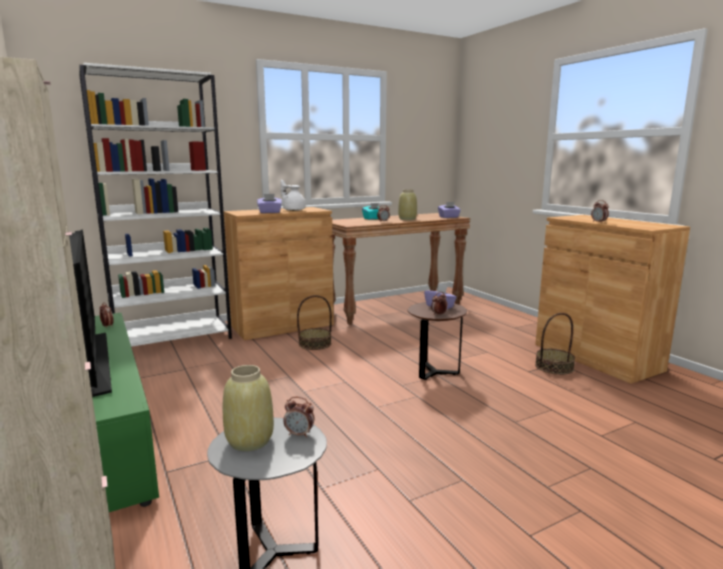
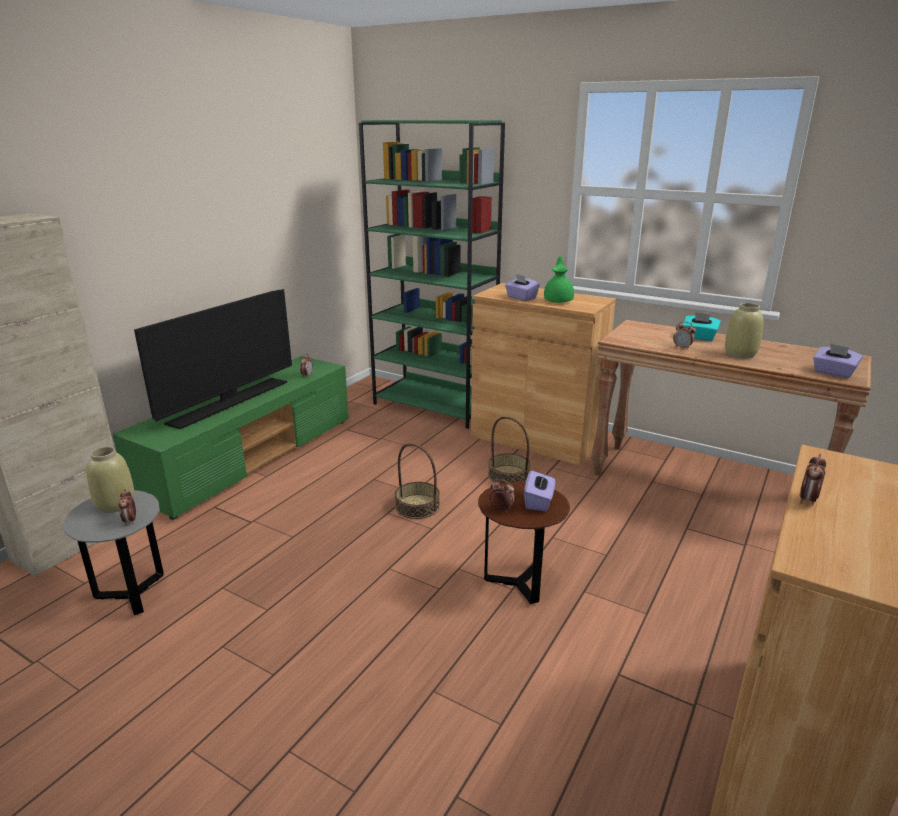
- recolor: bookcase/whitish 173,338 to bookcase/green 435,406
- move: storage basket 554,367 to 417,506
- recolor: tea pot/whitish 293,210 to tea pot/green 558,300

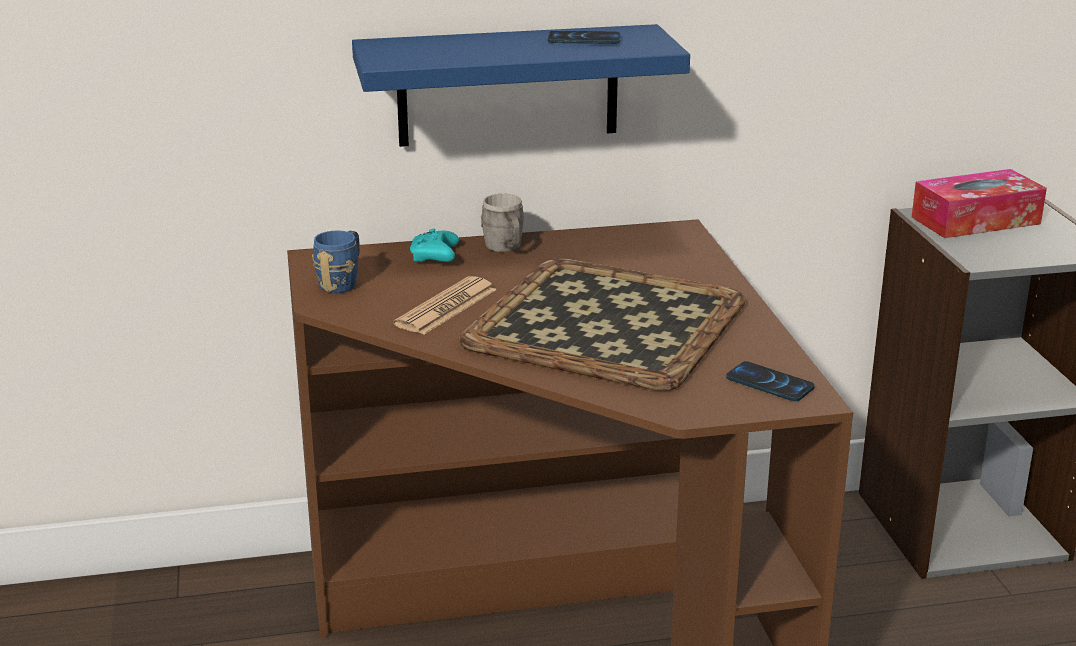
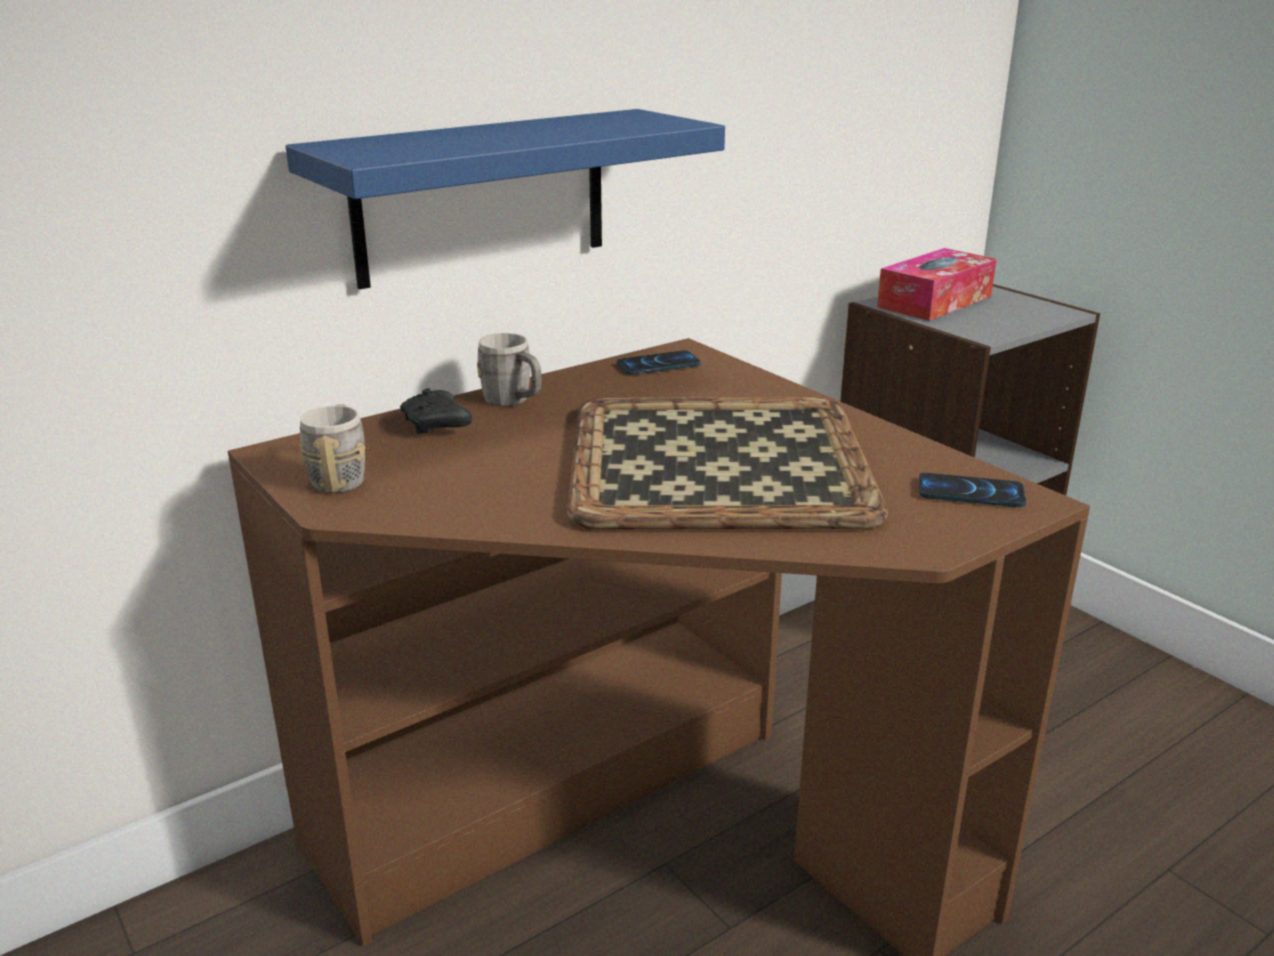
- recolor: coffee mug/blue-coloured 342,282 to coffee mug/greyish 340,476
- recolor: gamepad/turquoise-coloured 435,258 to gamepad/black 436,426
- move: handset 584,39 to 658,365
- delete: printed paper 446,307

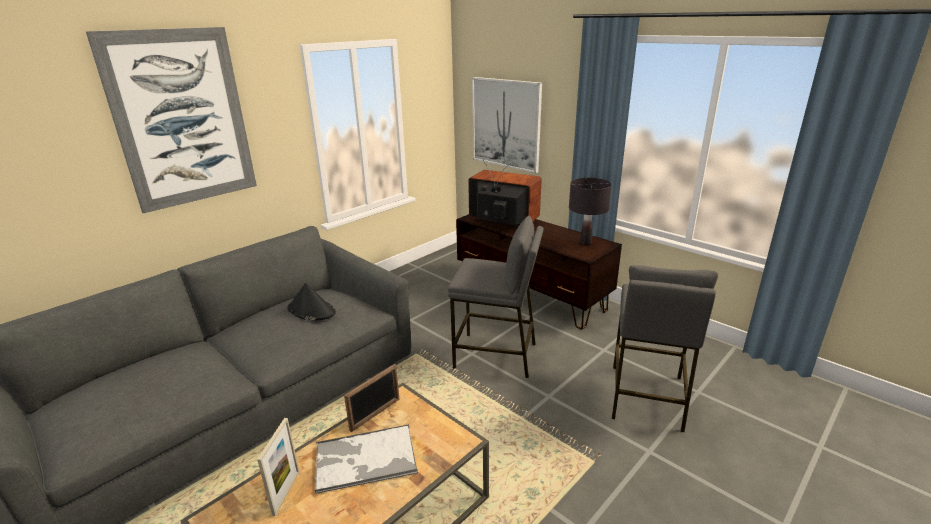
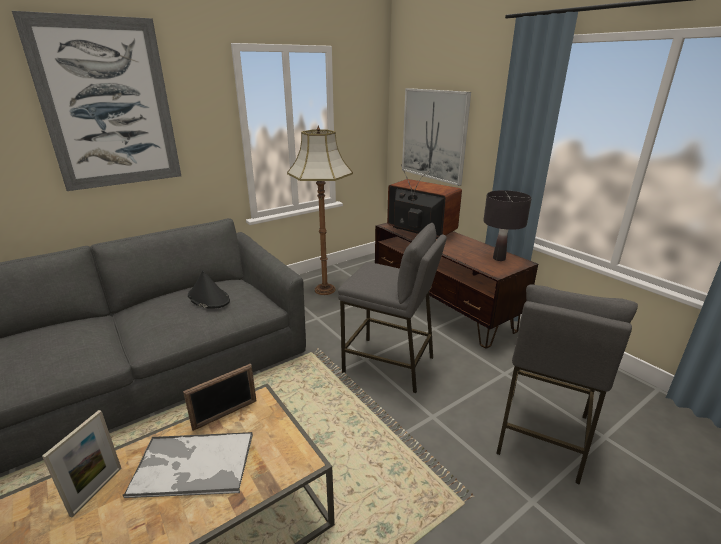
- insert: floor lamp 325,289

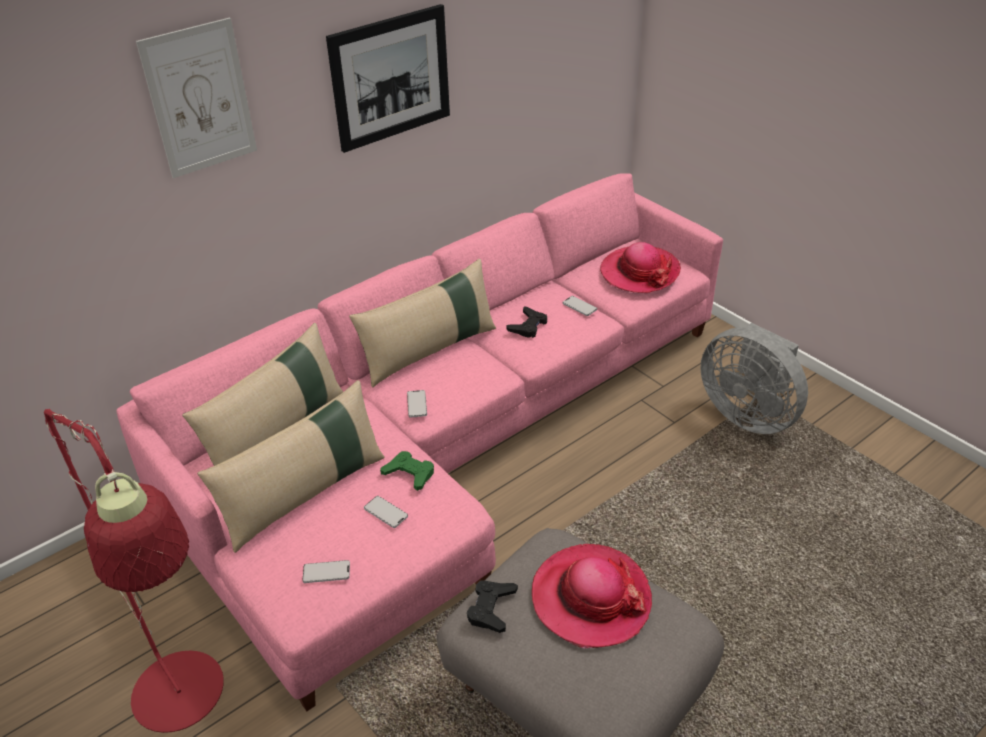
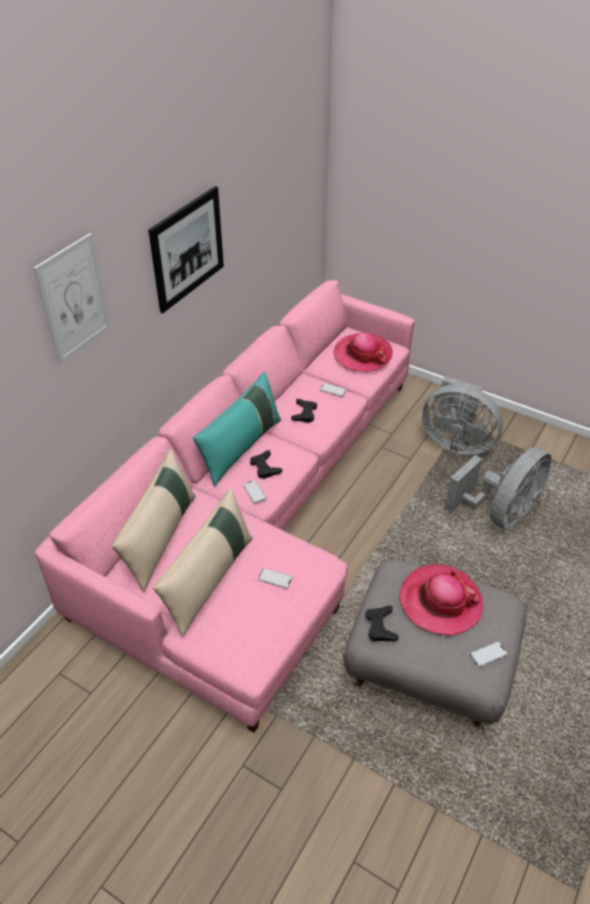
- recolor: throw pillow/beige 429,350 to throw pillow/turquoise-coloured 241,447
- insert: gamepad/black 265,467
- insert: cooling fan/greyish 500,513
- move: handset 326,572 to 488,654
- delete: floor lamp/red 189,707
- delete: gamepad/green 409,474

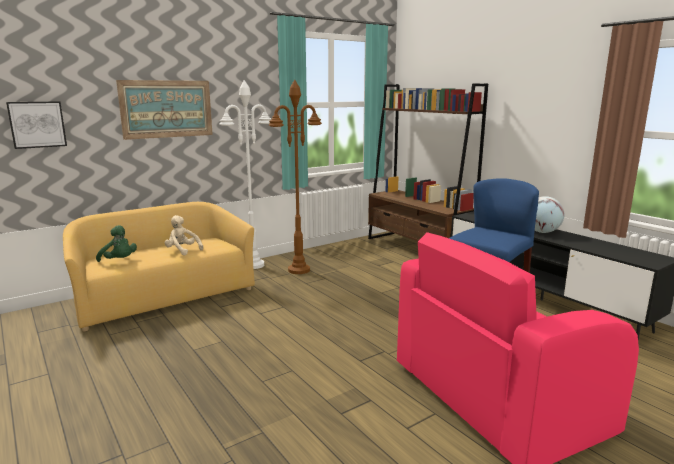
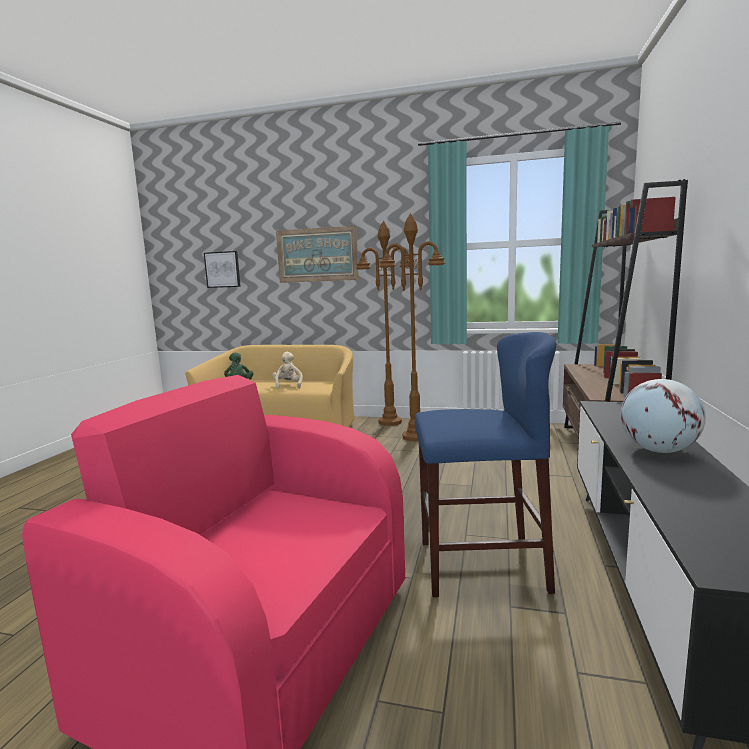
- recolor: floor lamp/whitish 253,265 to floor lamp/brown 390,422

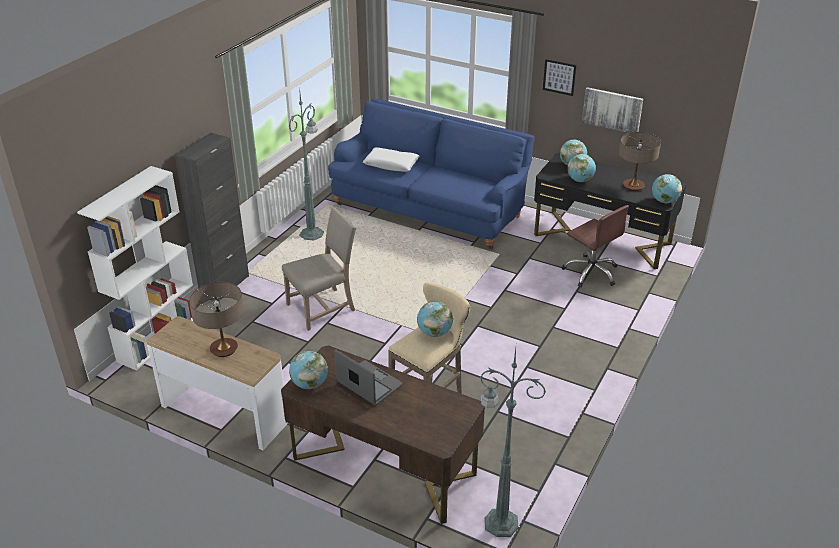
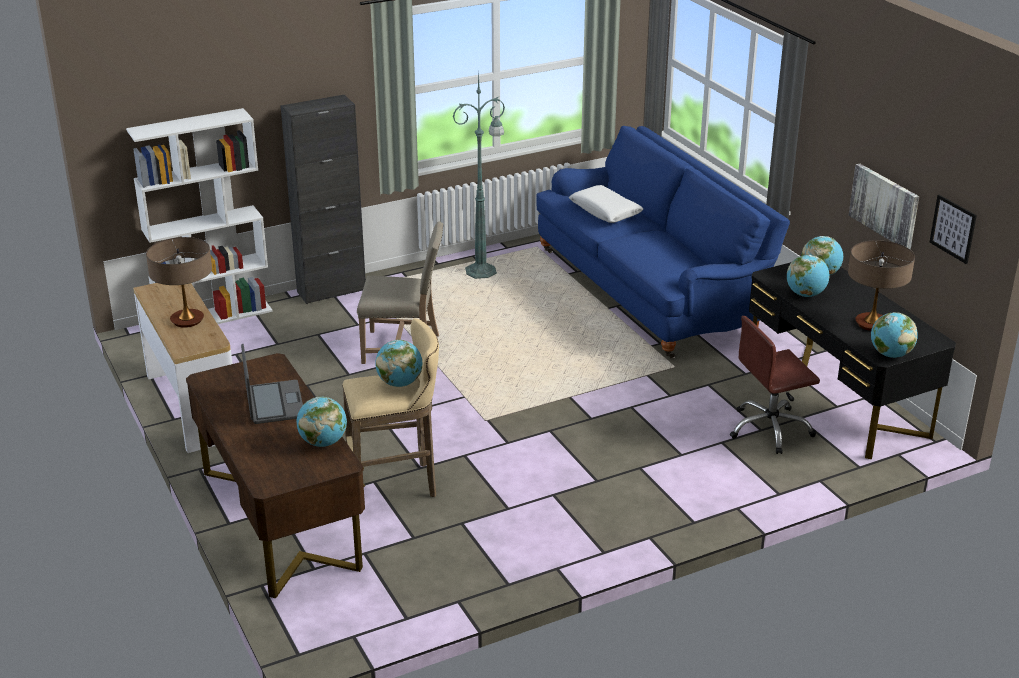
- move: globe 309,384 to 323,442
- rotate: desk chair/brown 591,272 = 770,429 75 degrees clockwise
- move: wall art 559,77 to 953,228
- delete: floor lamp/green 499,522

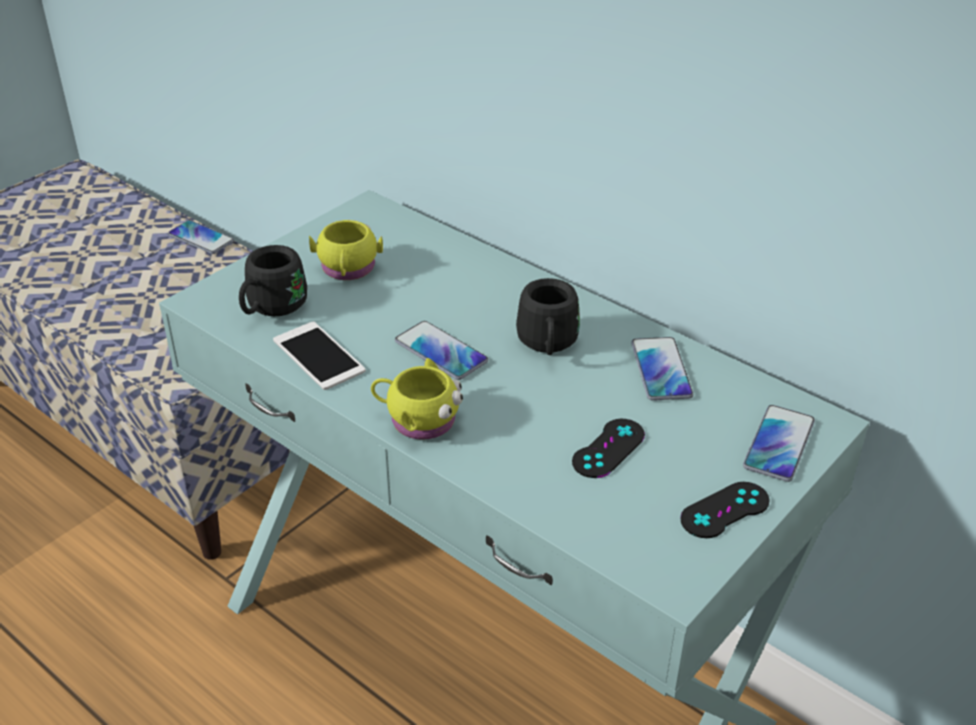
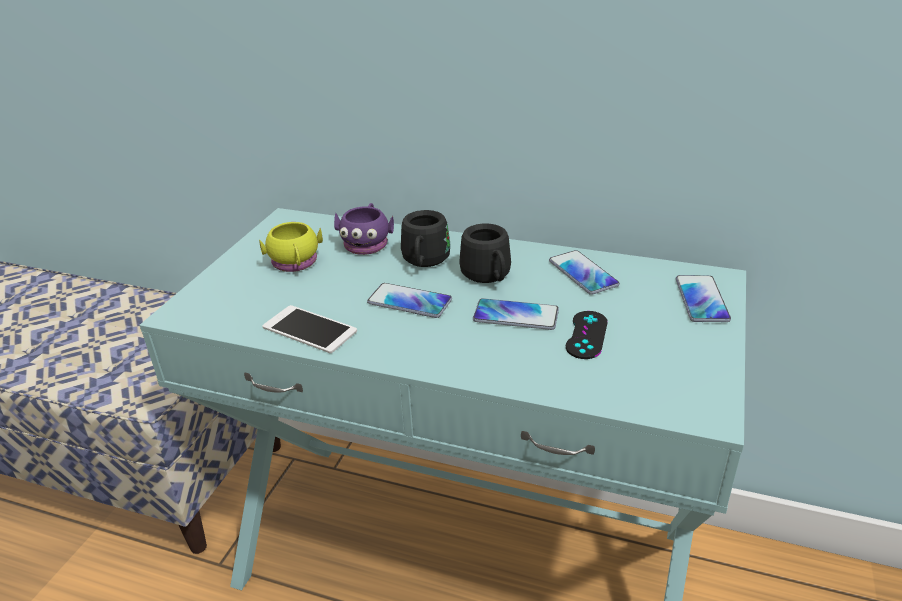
- insert: coffee mug/purplish 367,243
- move: coffee mug/black 271,308 to 424,262
- move: handset 201,238 to 516,315
- delete: coffee mug/yellow 417,420
- delete: gamepad/black 725,510

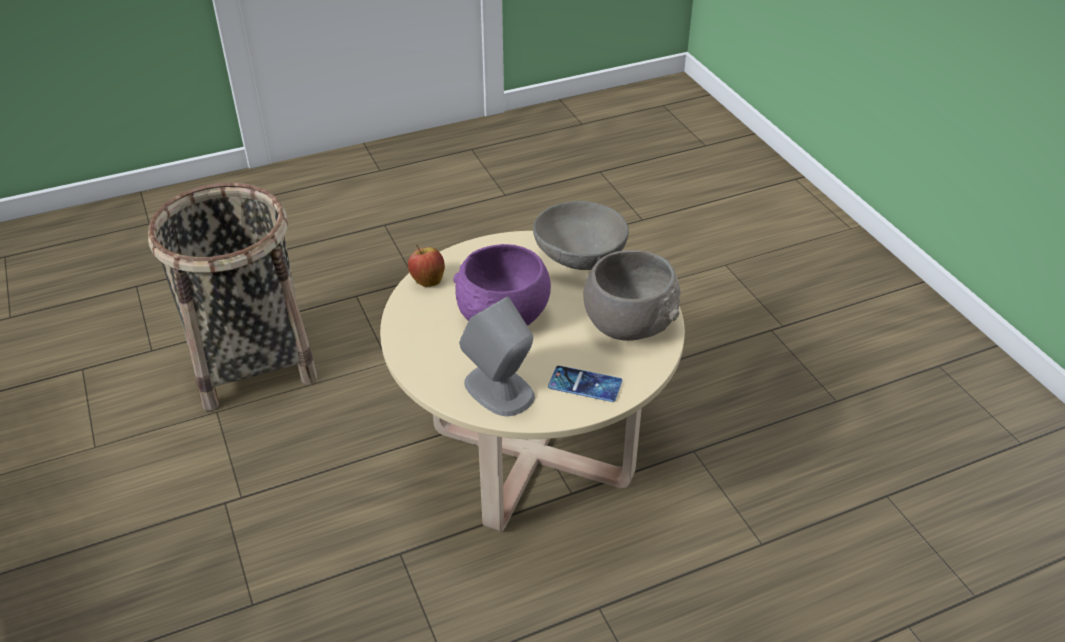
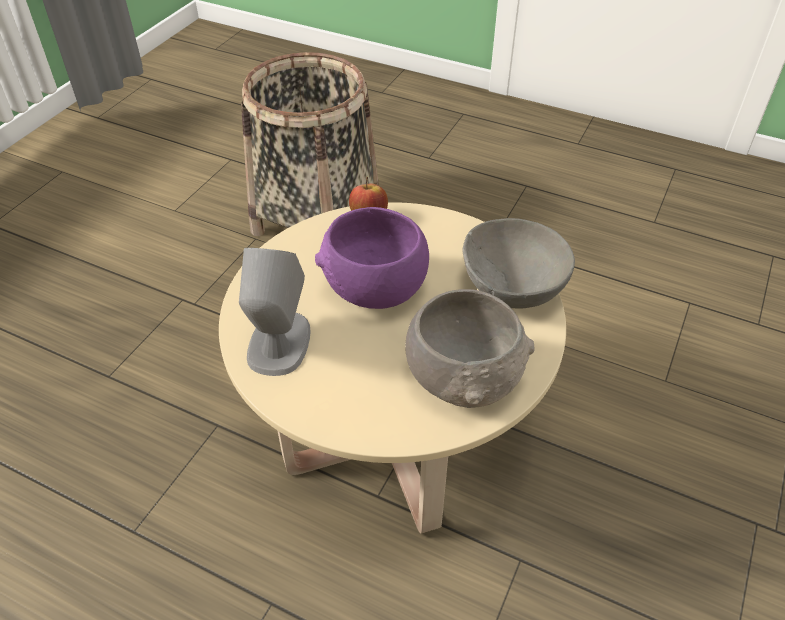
- delete: handset 585,384

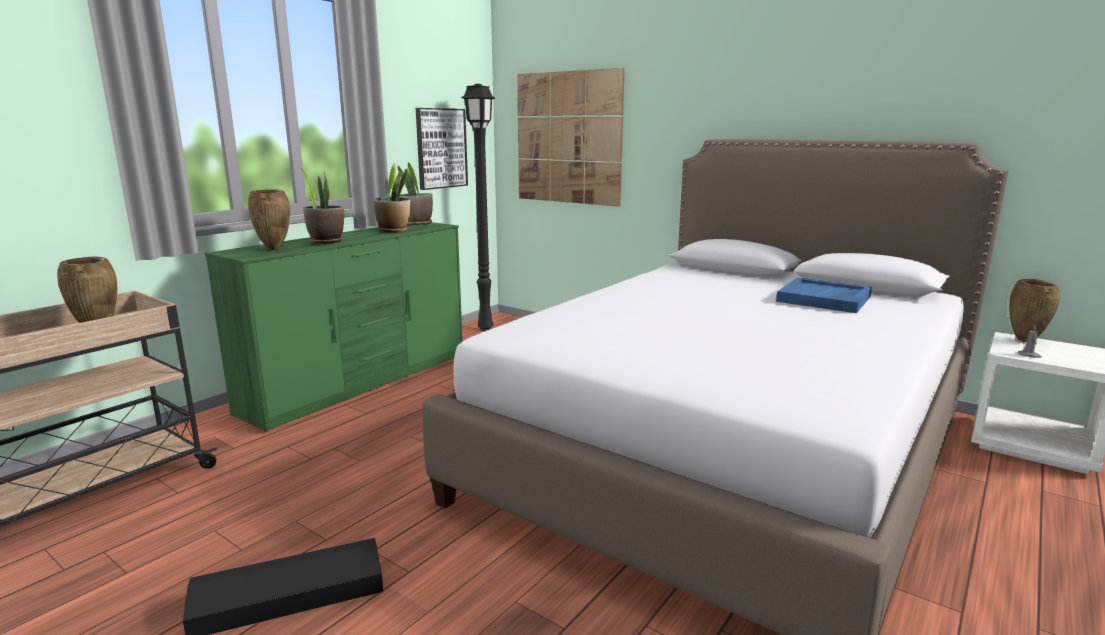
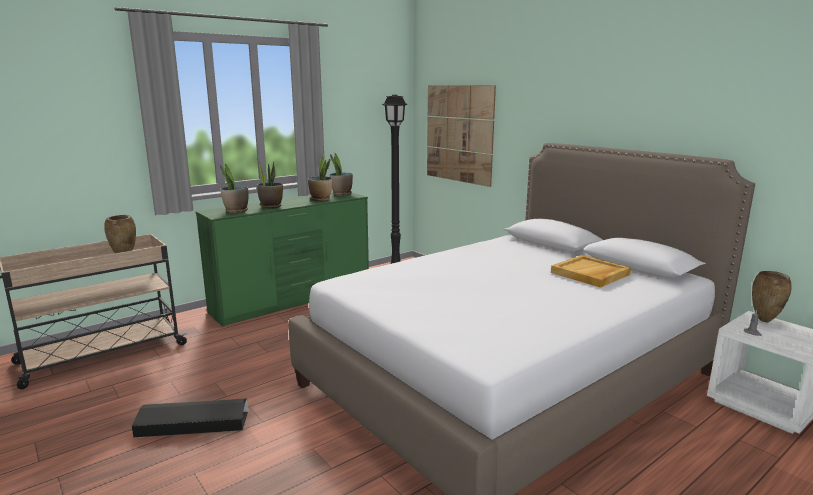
- replace: decorative vase/brown 274,249 to potted plant 236,211
- recolor: tray/blue-coloured 824,299 to tray/beige 590,274
- delete: wall art 441,148

